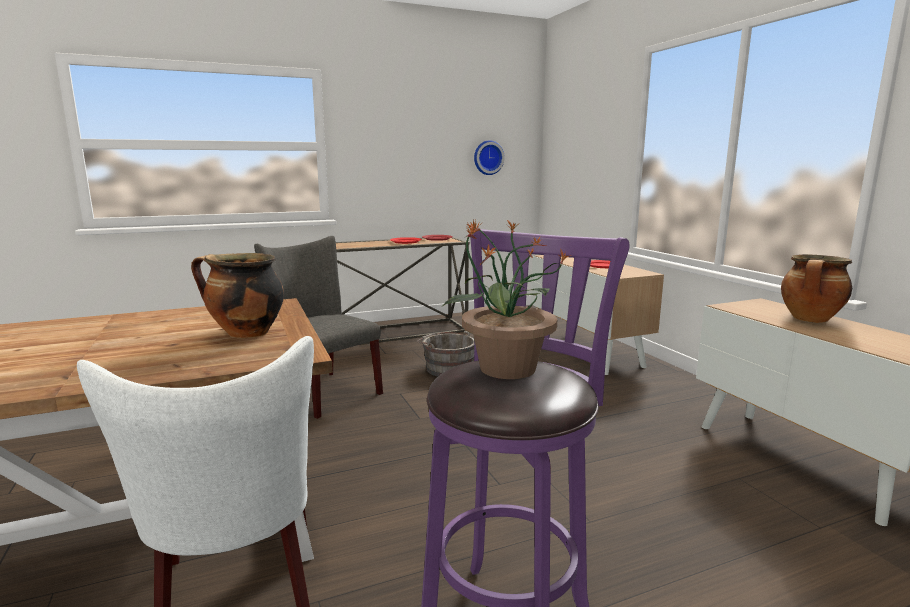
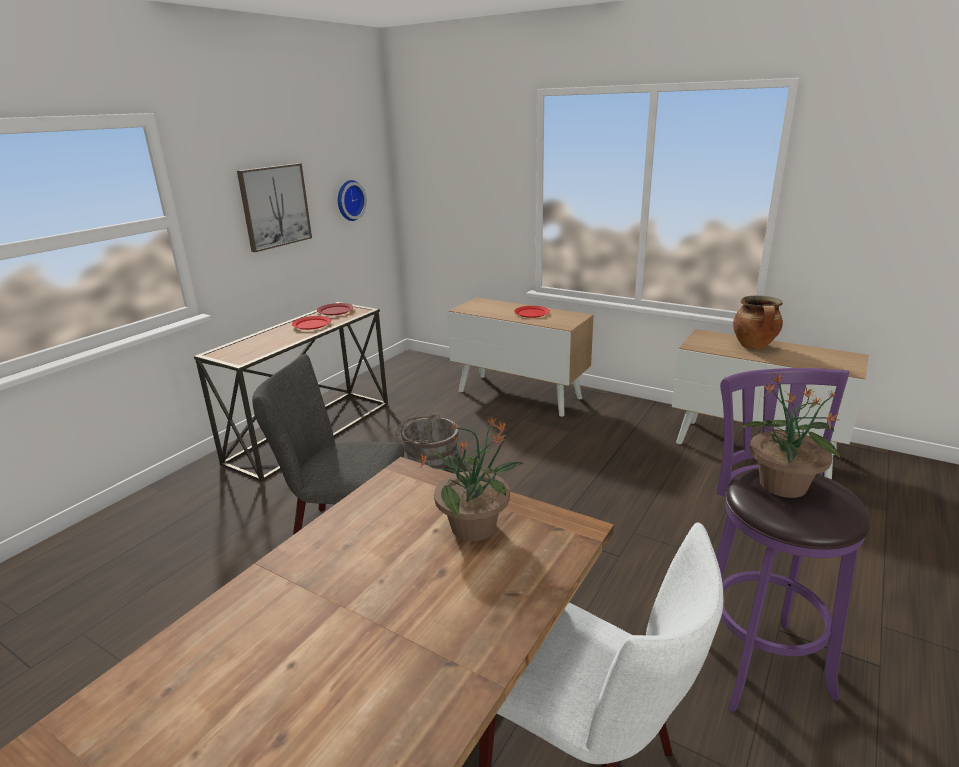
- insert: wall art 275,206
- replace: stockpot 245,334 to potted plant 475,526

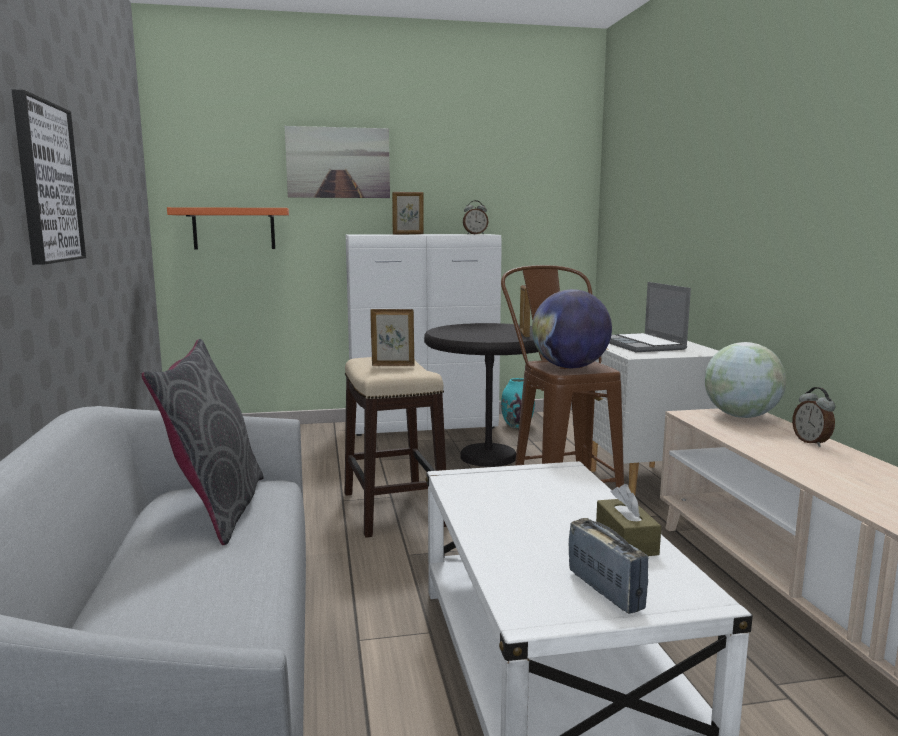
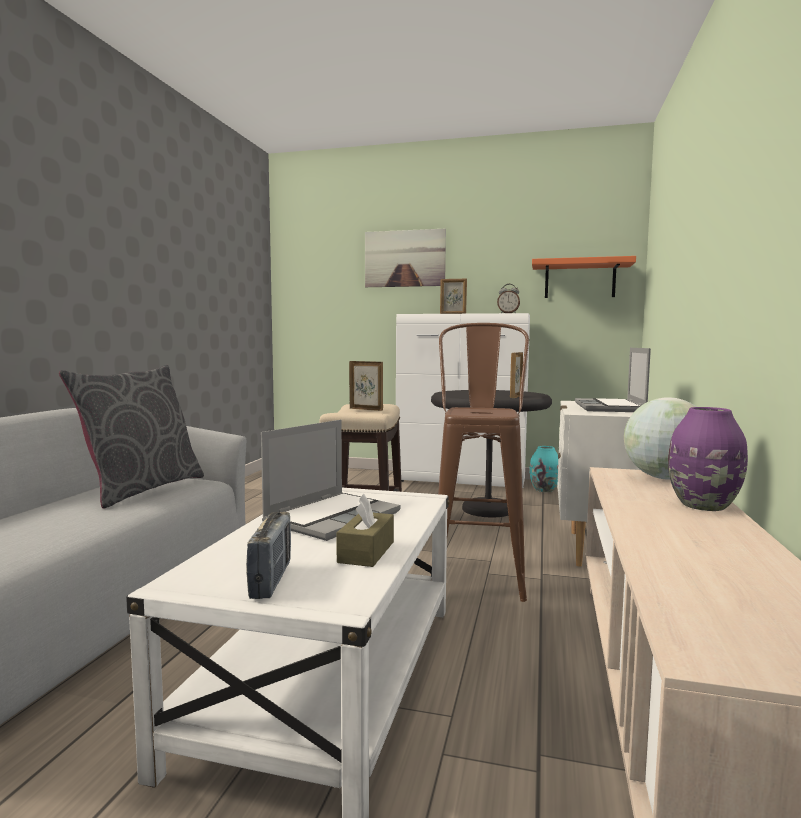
- insert: portable computer 332,517
- move: bracket shelf/orangey 234,228 to 580,280
- replace: bedside clock 812,442 to decorative vase/purplish 704,506
- delete: wall art 47,182
- delete: globe 570,367

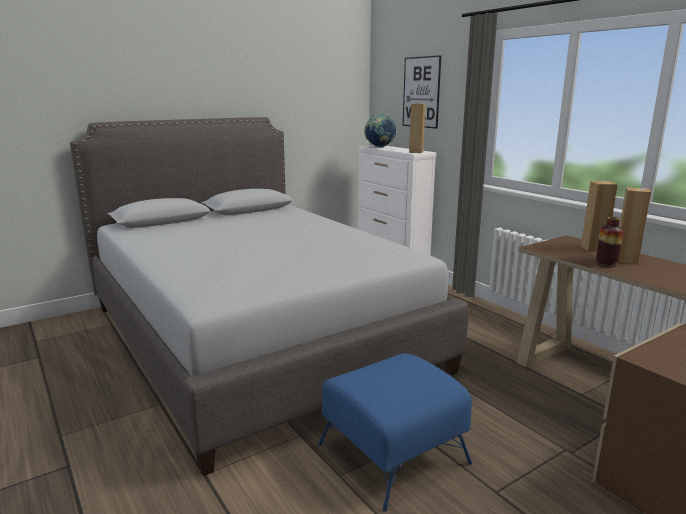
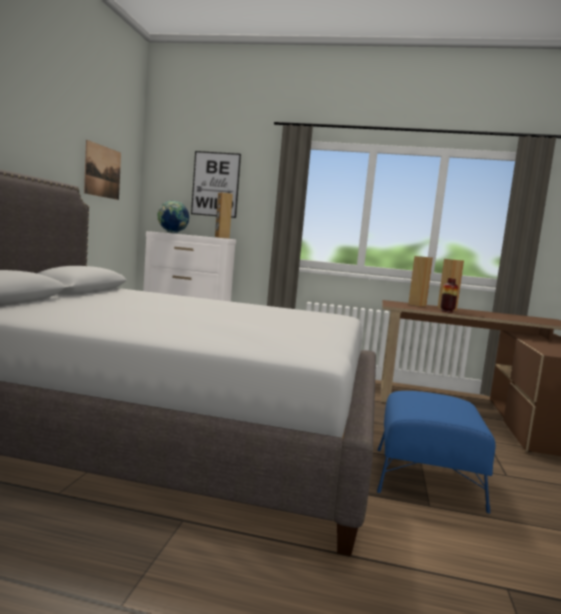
- insert: wall art 103,171

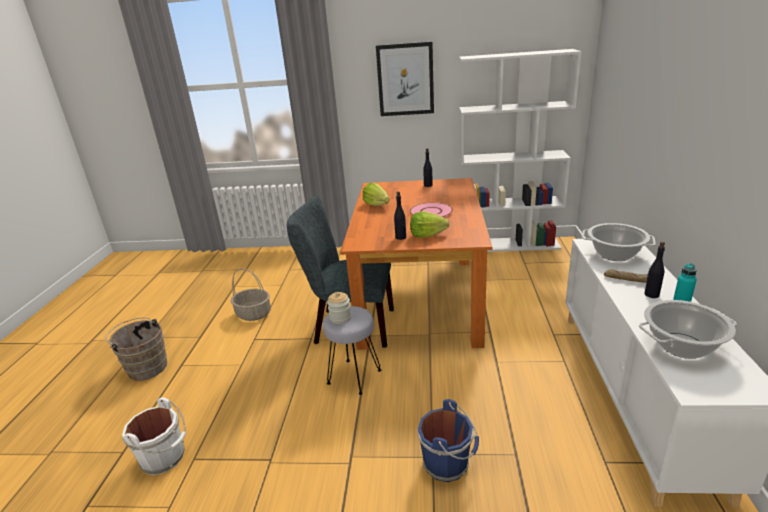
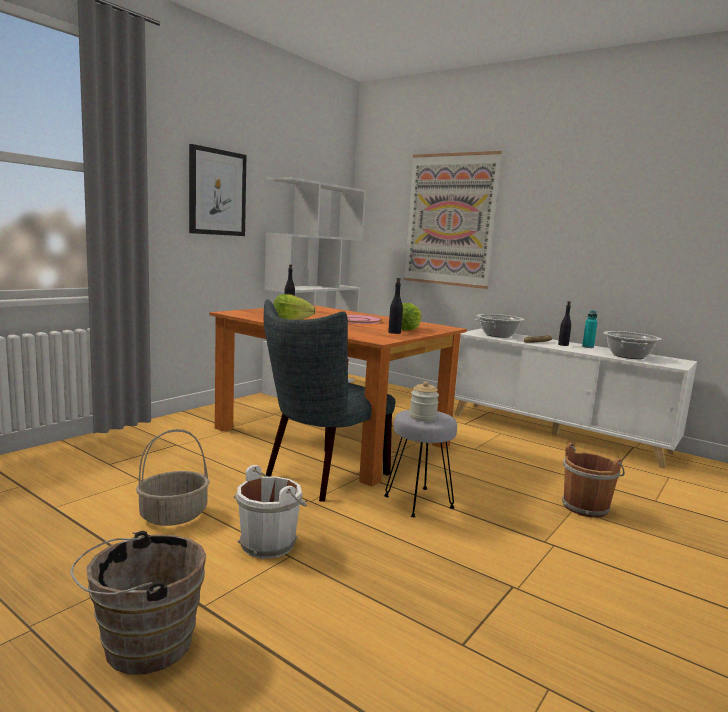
- move: water bucket/whitish 165,458 to 270,543
- insert: wall art 450,220
- recolor: water bucket/blue-coloured 448,463 to water bucket/brown 586,506

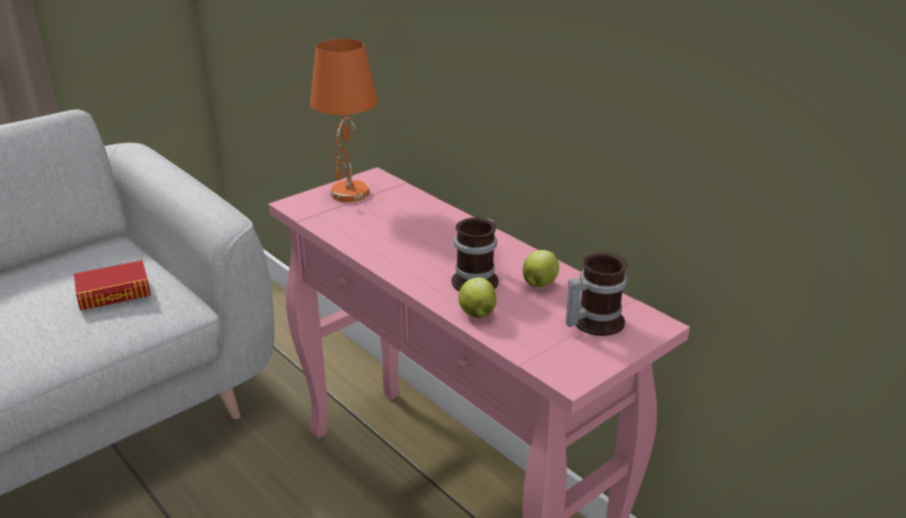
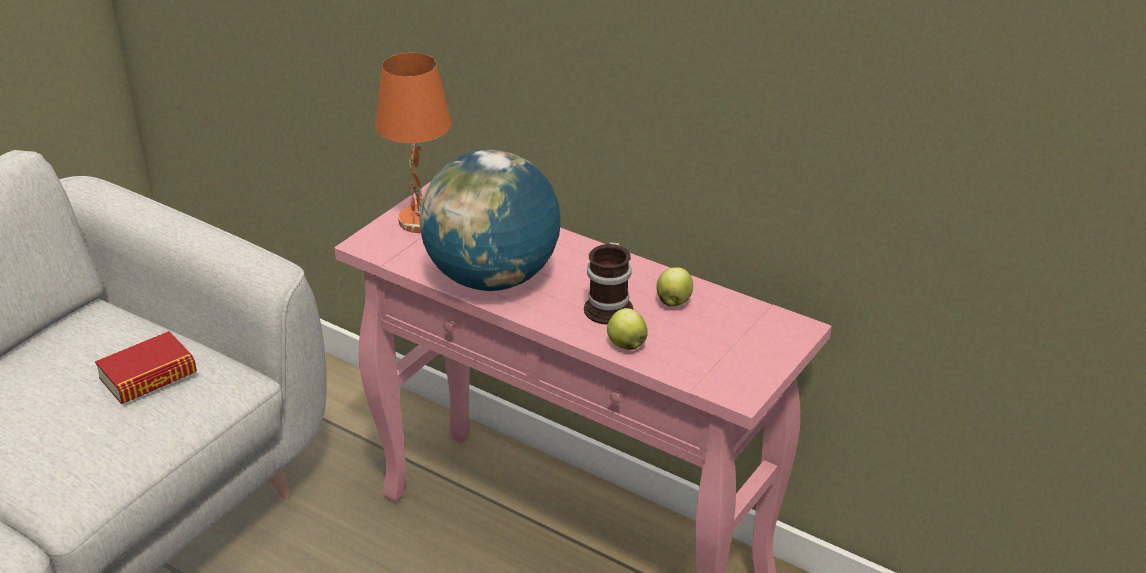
- insert: globe 492,278
- delete: coffee mug 592,322

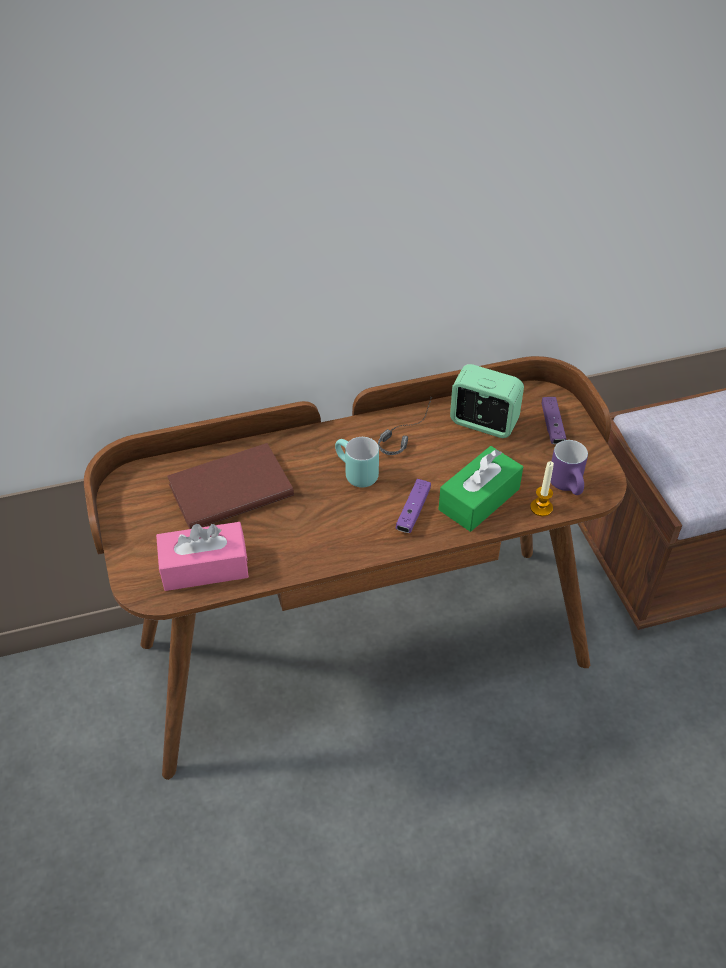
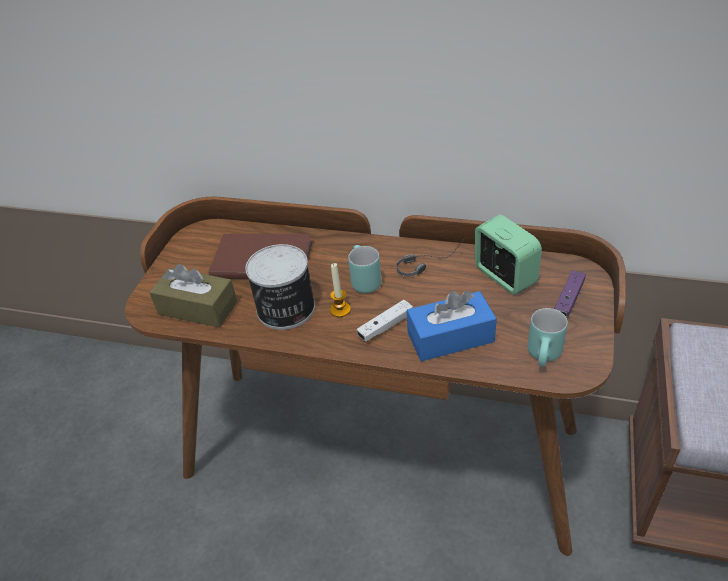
- recolor: box of tissues/pinkish 204,567 to box of tissues/brown 198,308
- insert: can 285,309
- move: candle 541,508 to 340,310
- recolor: gamepad/purplish 413,511 to gamepad/whitish 385,326
- recolor: box of tissues/green 479,499 to box of tissues/blue-coloured 450,337
- recolor: coffee mug/purplish 569,486 to coffee mug/turquoise-coloured 546,357

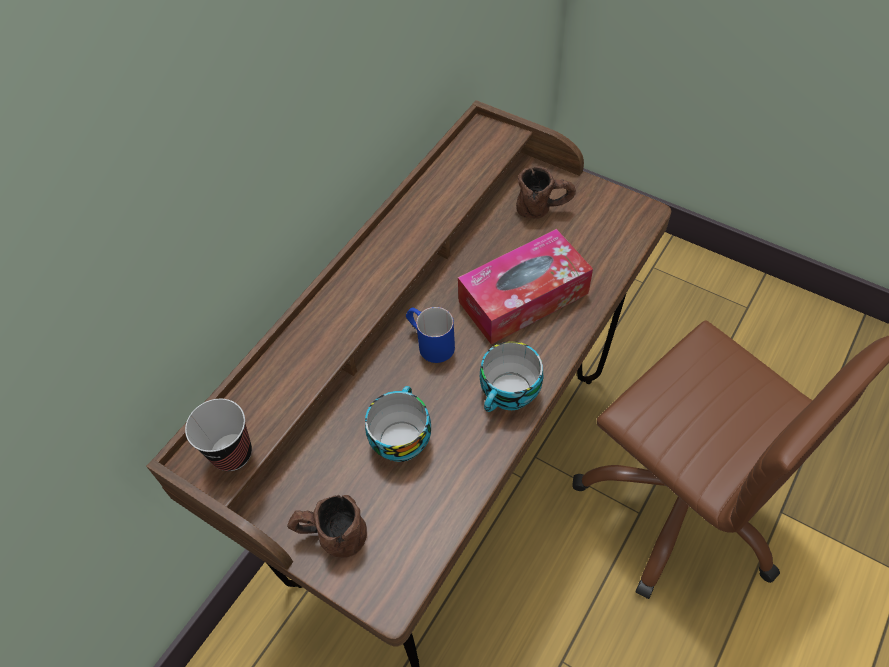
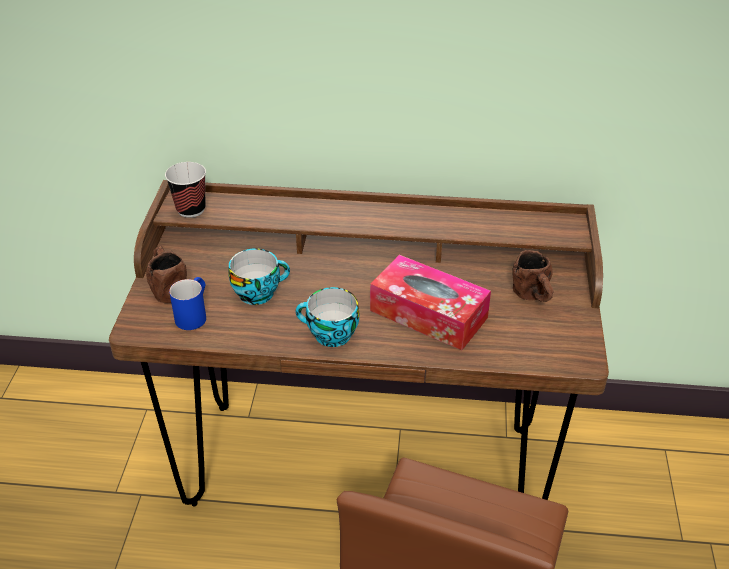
- move: coffee mug/blue-coloured 430,342 to 194,314

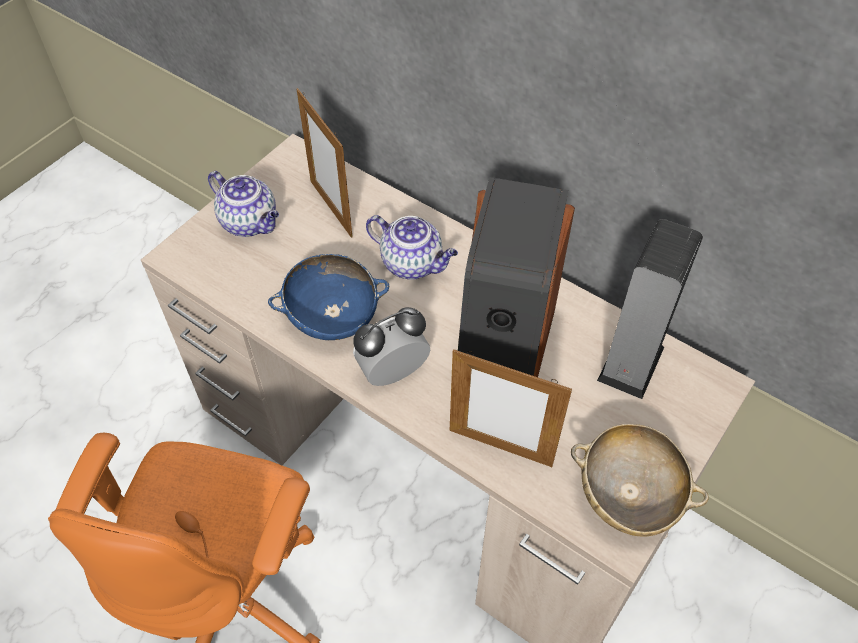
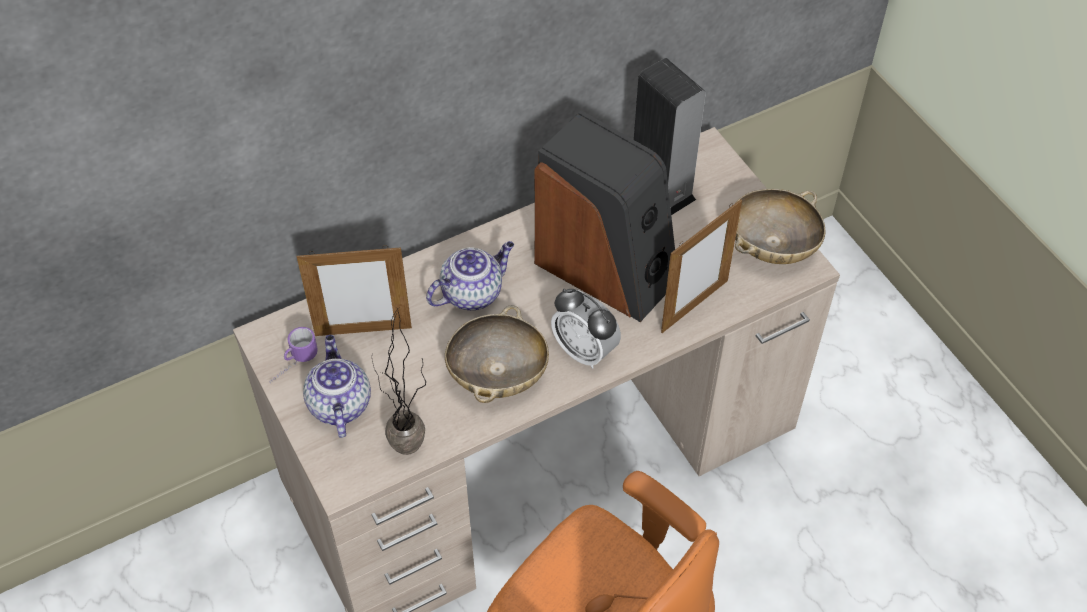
- insert: coffee mug 293,365
- rotate: tea pot 250,222 = 339,404 75 degrees counterclockwise
- insert: potted plant 411,457
- recolor: deep dish/blue-coloured 332,316 to deep dish/beige 498,374
- rotate: bedside clock 393,372 = 584,350 45 degrees counterclockwise

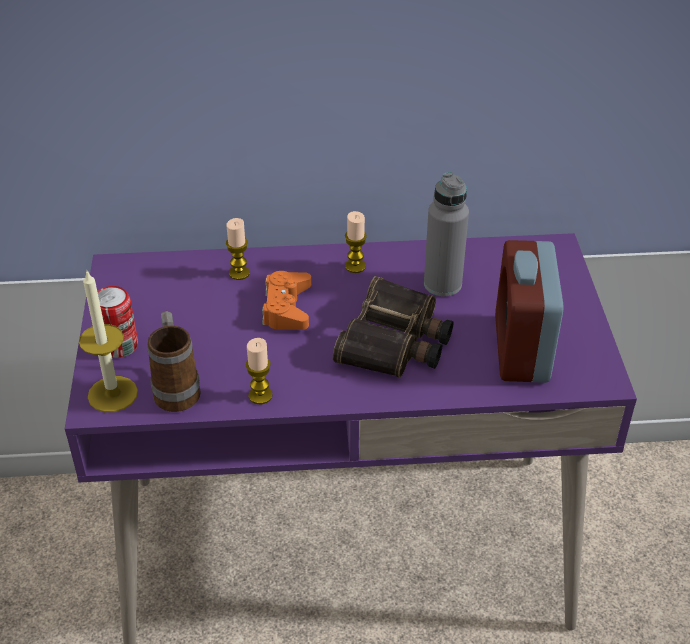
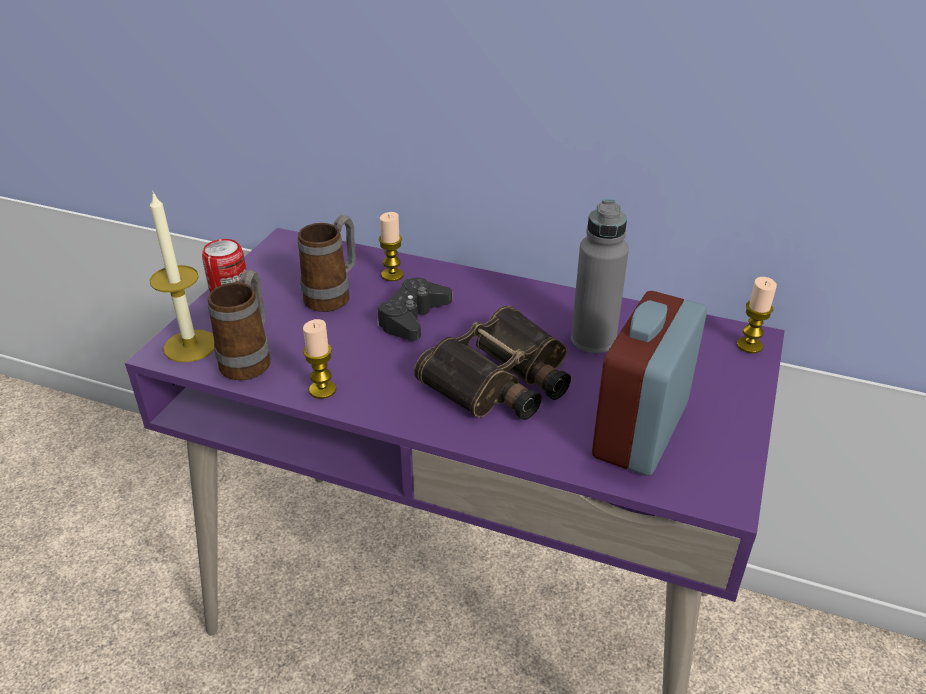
- insert: coffee mug 334,295
- recolor: gamepad/orangey 286,308 to gamepad/black 413,317
- move: candle 355,266 to 749,345

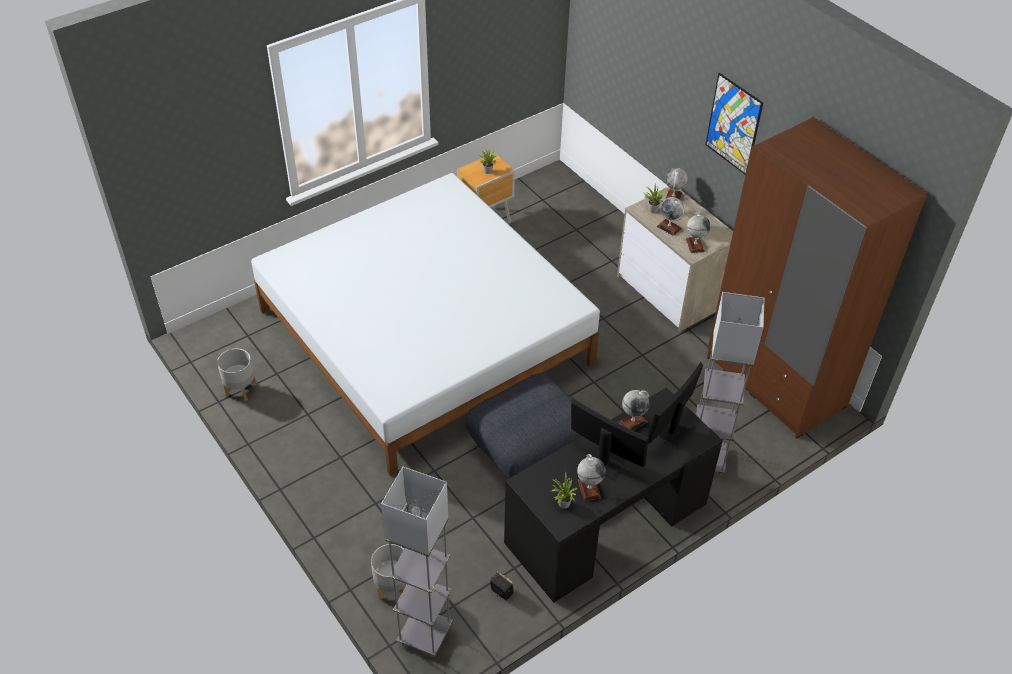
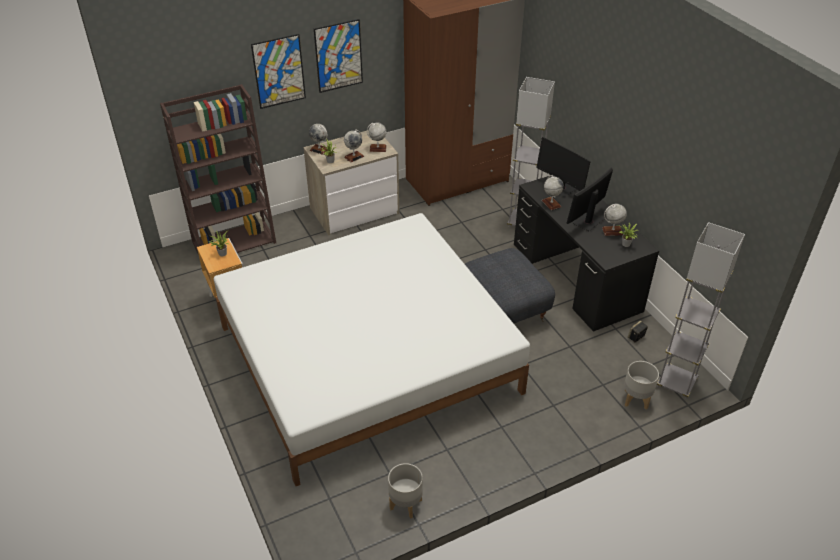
- insert: bookcase/brown 234,241
- insert: wall art 279,71

